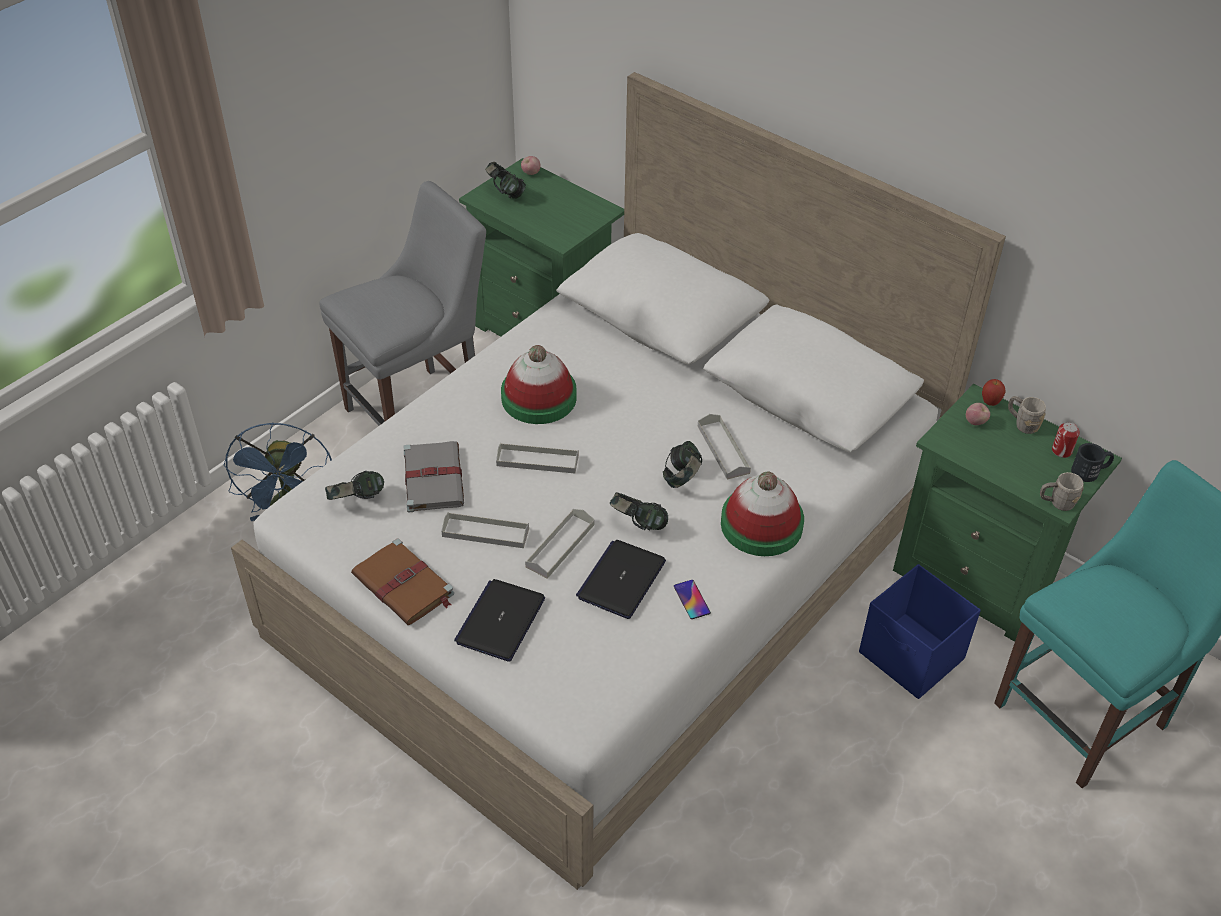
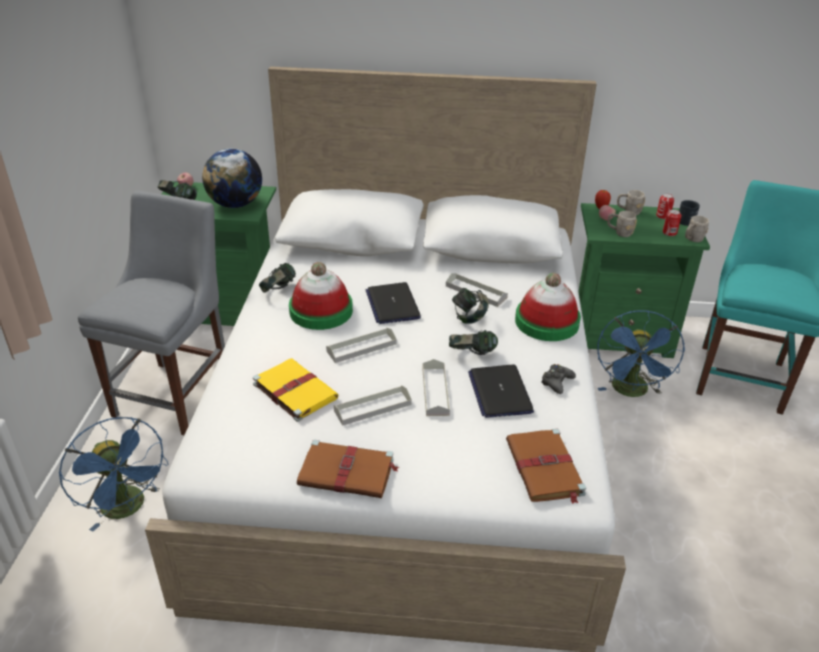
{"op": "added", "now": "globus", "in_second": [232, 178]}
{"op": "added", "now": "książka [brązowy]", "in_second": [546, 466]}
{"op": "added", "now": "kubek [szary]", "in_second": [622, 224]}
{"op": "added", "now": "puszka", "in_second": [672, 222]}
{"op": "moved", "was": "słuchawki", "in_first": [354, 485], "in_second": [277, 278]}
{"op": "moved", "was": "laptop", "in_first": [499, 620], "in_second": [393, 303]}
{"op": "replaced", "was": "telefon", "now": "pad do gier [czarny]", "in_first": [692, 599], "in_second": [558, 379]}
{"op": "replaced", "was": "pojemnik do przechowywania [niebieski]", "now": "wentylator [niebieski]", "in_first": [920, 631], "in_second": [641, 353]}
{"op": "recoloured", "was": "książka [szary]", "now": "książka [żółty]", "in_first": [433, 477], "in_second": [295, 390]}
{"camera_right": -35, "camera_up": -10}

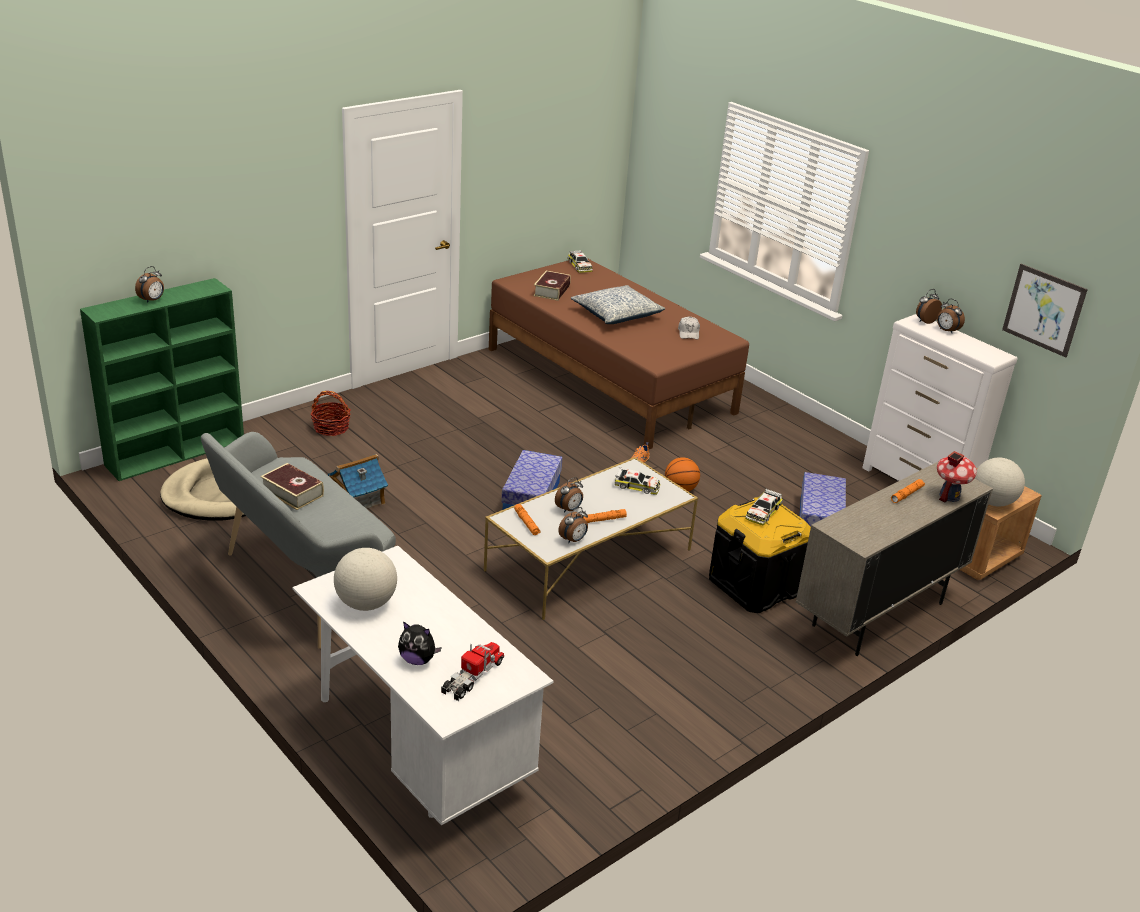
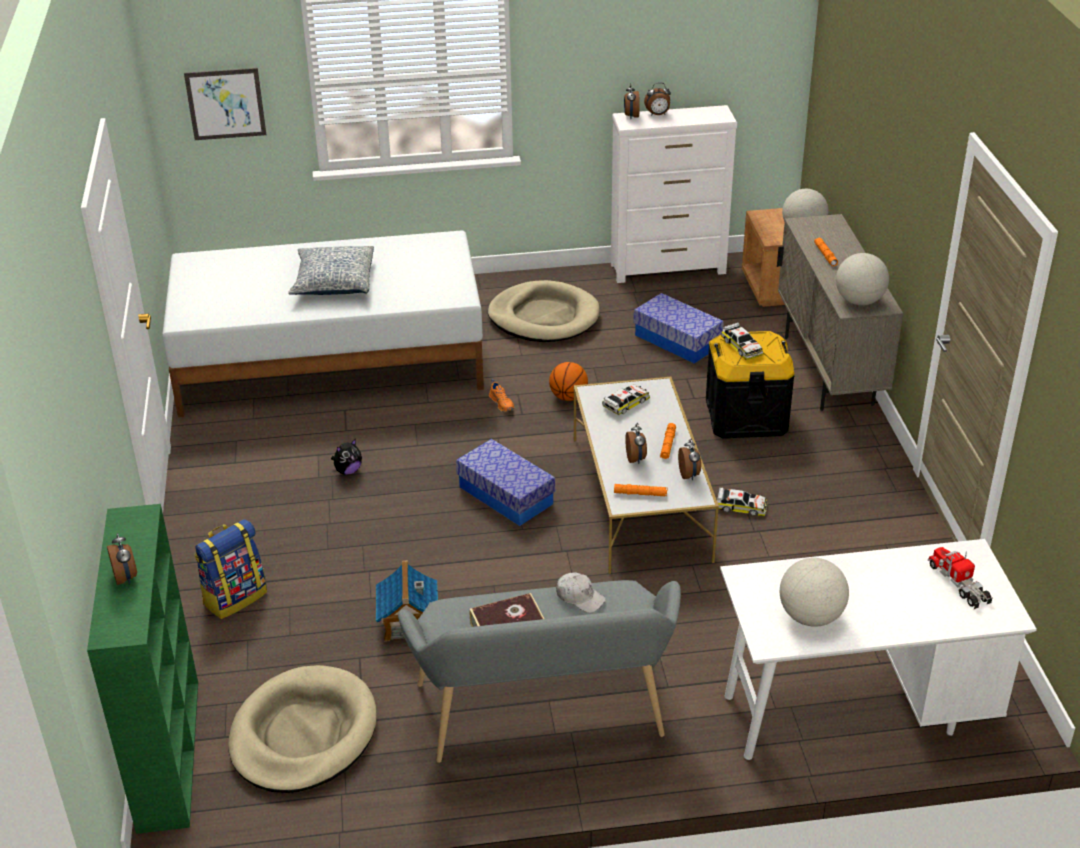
{"op": "removed", "was": "książka", "in_first": [552, 286]}
{"op": "removed", "was": "domek", "in_first": [957, 476]}
{"op": "added", "now": "legowisko [beżowy]", "in_second": [544, 311]}
{"op": "added", "now": "globus", "in_second": [862, 279]}
{"op": "moved", "was": "pluszak", "in_first": [420, 643], "in_second": [346, 457]}
{"op": "moved", "was": "samochodzik", "in_first": [580, 261], "in_second": [742, 501]}
{"op": "moved", "was": "czapka z daszkiem [biały]", "in_first": [689, 327], "in_second": [581, 592]}
{"op": "moved", "was": "obraz", "in_first": [1045, 310], "in_second": [225, 104]}
{"op": "replaced", "was": "koszyk", "now": "plecak", "in_first": [331, 413], "in_second": [230, 569]}
{"op": "recoloured", "was": "łóżko [brązowy]", "now": "łóżko [biały]", "in_first": [619, 353], "in_second": [323, 324]}
{"camera_right": -55, "camera_up": 5}

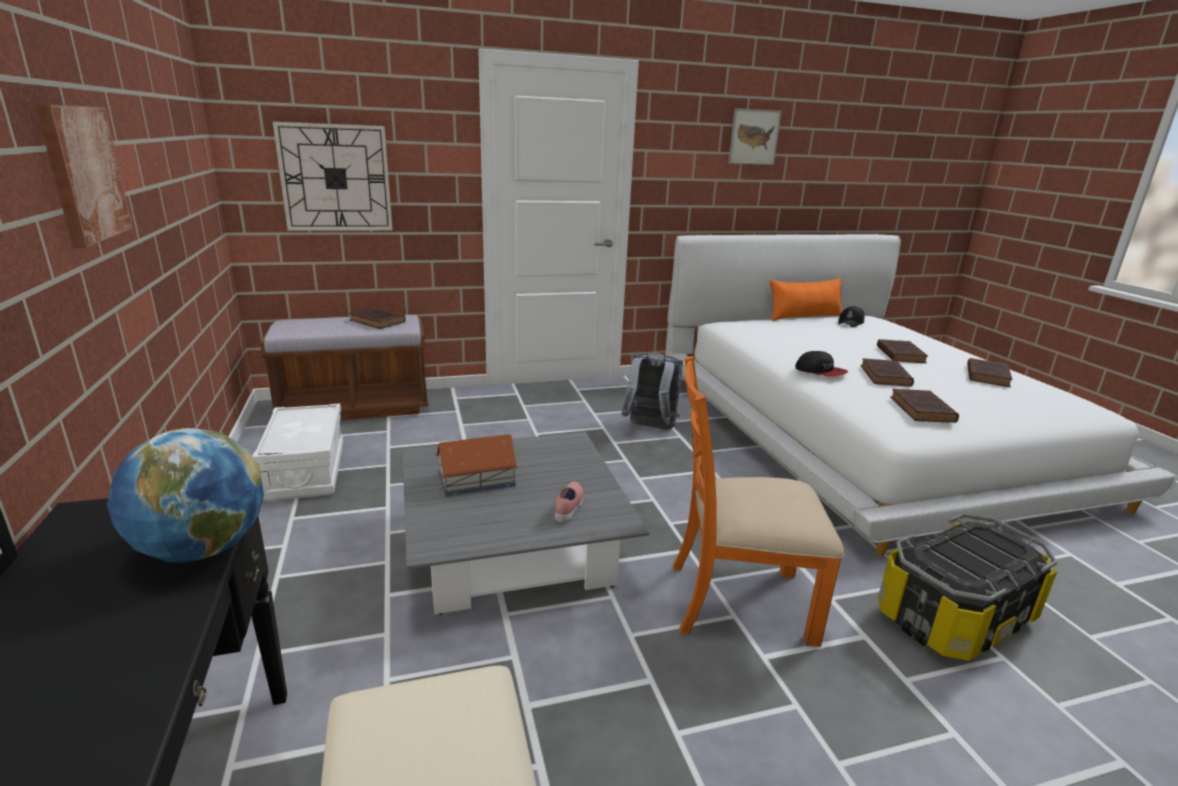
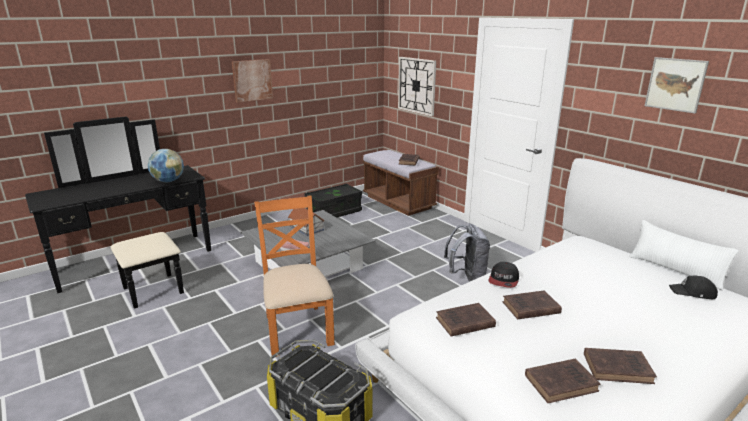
{"op": "moved", "was": "książka [brązowy]", "in_first": [902, 351], "in_second": [563, 381]}
{"op": "recoloured", "was": "pojemnik do przechowywania [biały]", "now": "pojemnik do przechowywania [czarny]", "in_first": [298, 452], "in_second": [333, 200]}
{"op": "recoloured", "was": "poduszka [pomarańczowy]", "now": "poduszka [biały]", "in_first": [806, 299], "in_second": [683, 255]}
{"camera_right": 70, "camera_up": 0}

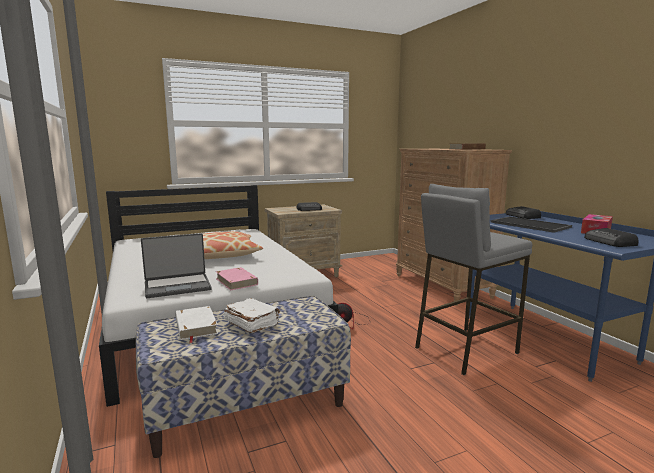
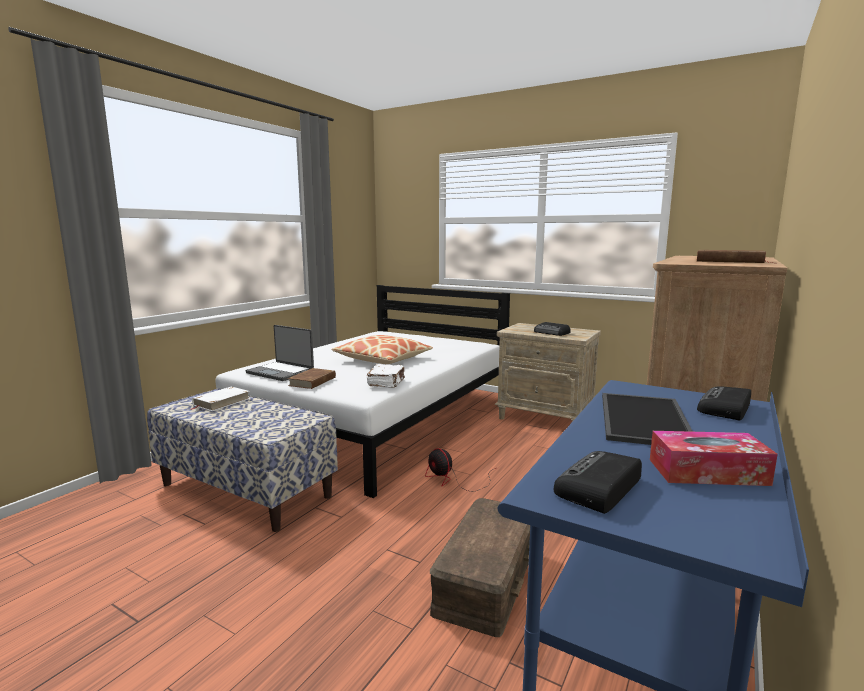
{"op": "moved", "was": "książka [biały]", "in_first": [251, 315], "in_second": [386, 376]}
{"op": "replaced", "was": "stołek [szary]", "now": "pojemnik do przechowywania [brązowy]", "in_first": [473, 279], "in_second": [480, 567]}
{"op": "recoloured", "was": "książka [różowy]", "now": "książka [brązowy]", "in_first": [237, 278], "in_second": [312, 378]}
{"camera_right": 55, "camera_up": 0}

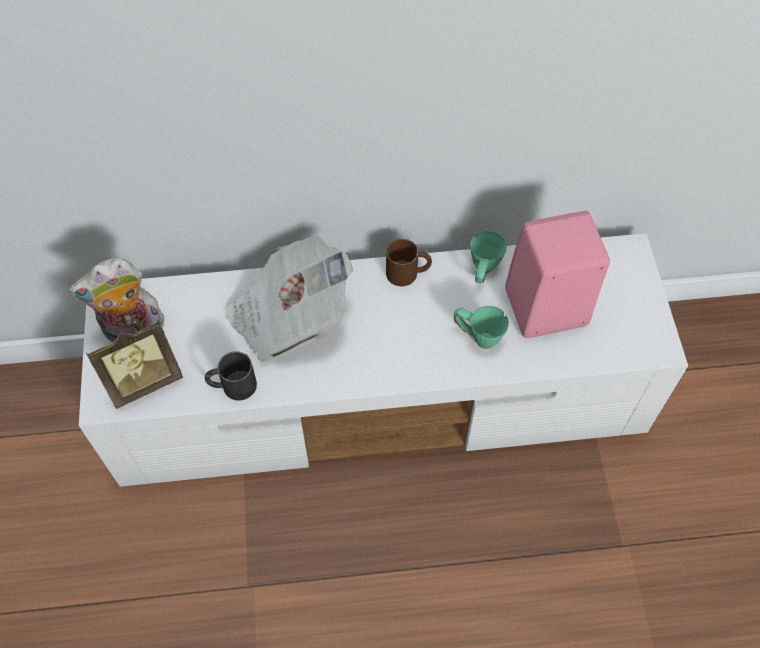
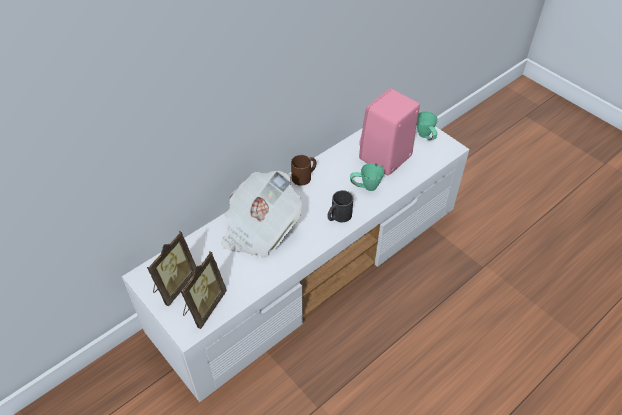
{"op": "moved", "was": "kubek [czarny]", "in_first": [231, 376], "in_second": [340, 206]}
{"op": "moved", "was": "kubek [zielony]", "in_first": [488, 257], "in_second": [427, 125]}
{"op": "replaced", "was": "pluszak", "now": "ramka na zdjęcie", "in_first": [116, 300], "in_second": [171, 269]}
{"camera_right": -35, "camera_up": -10}

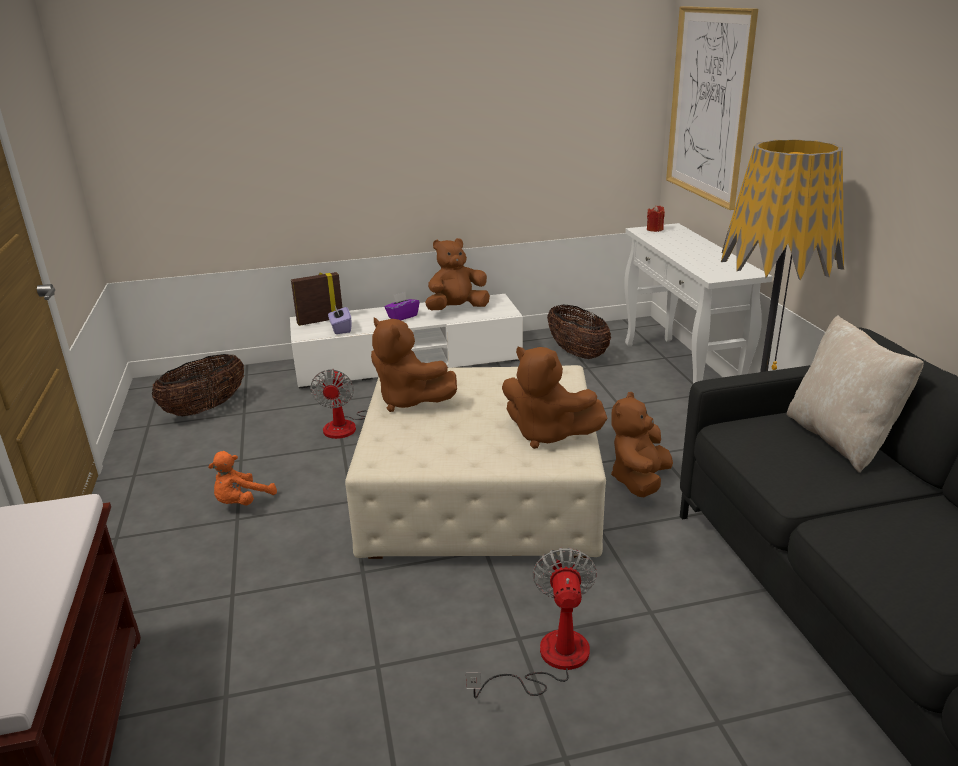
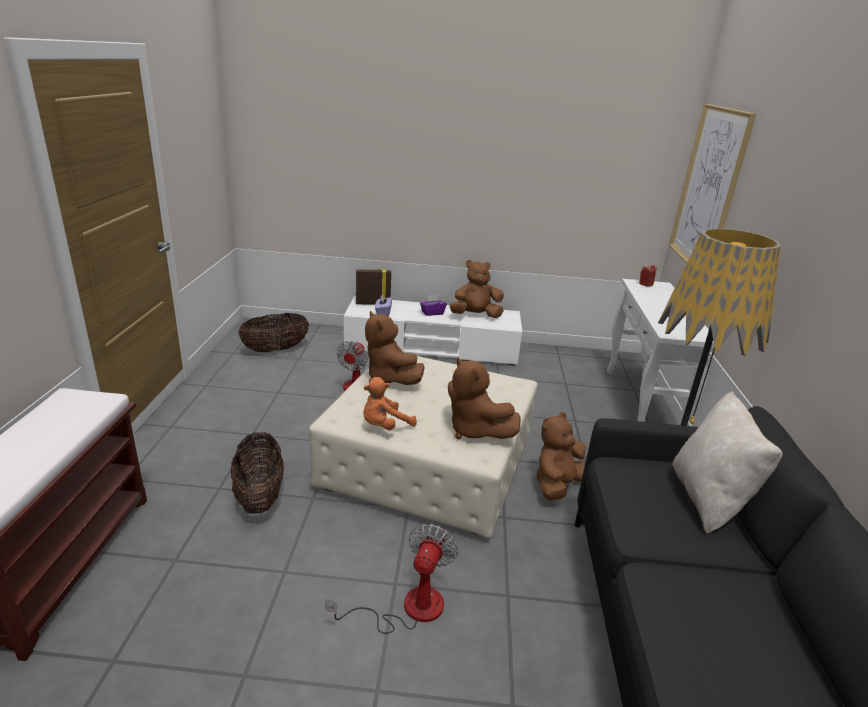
{"op": "moved", "was": "pluszak [pomarańczowy]", "in_first": [242, 478], "in_second": [390, 403]}
{"op": "moved", "was": "koszyk", "in_first": [579, 332], "in_second": [257, 472]}
{"camera_right": 15, "camera_up": 0}

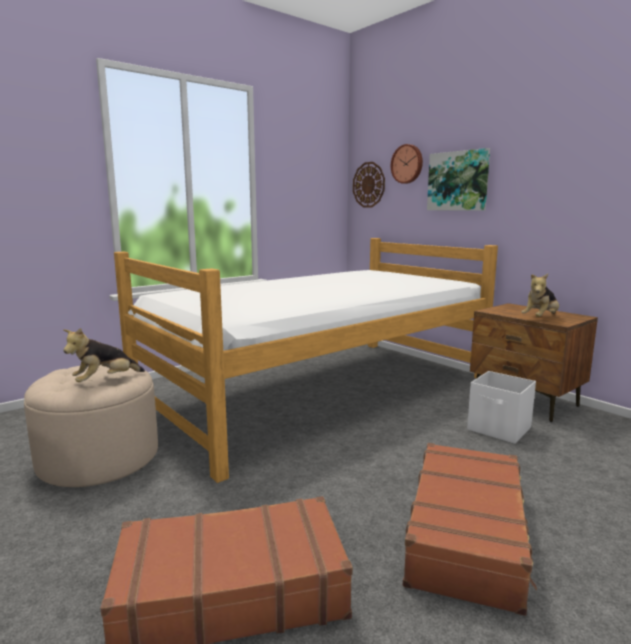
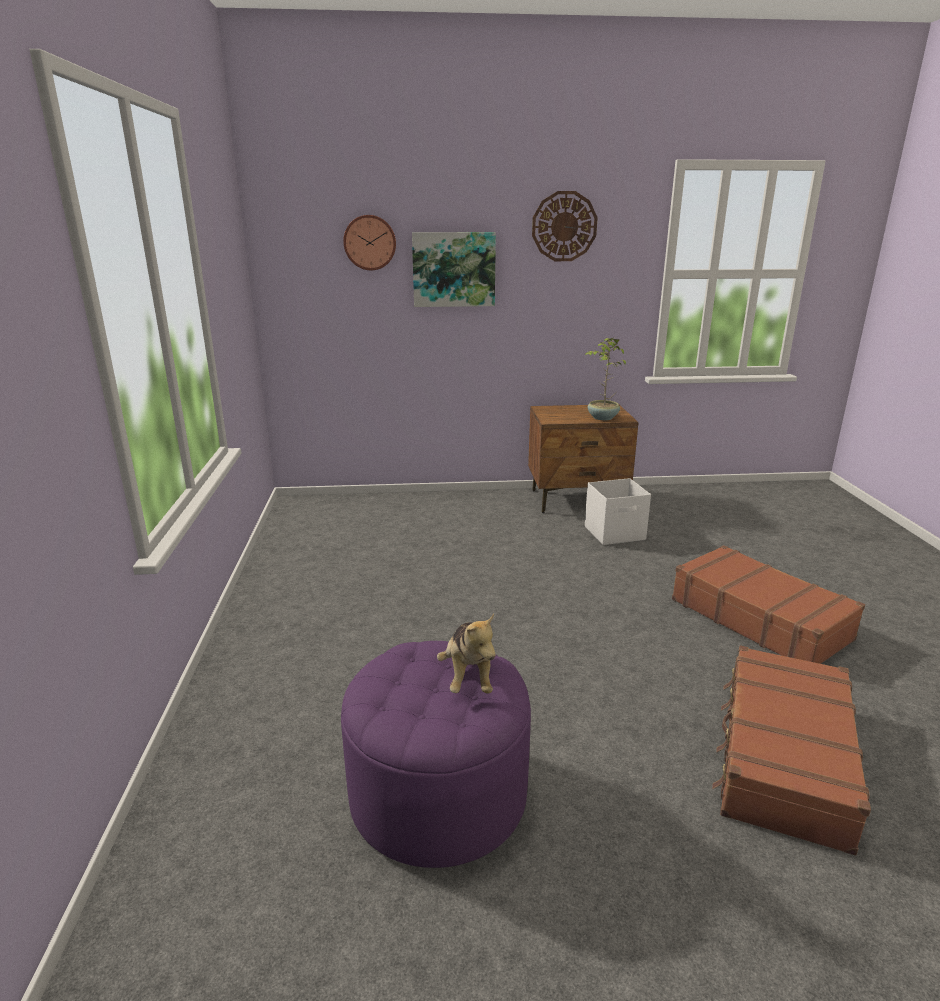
{"op": "removed", "was": "łóżko", "in_first": [306, 360]}
{"op": "moved", "was": "zegar ścienny", "in_first": [369, 185], "in_second": [565, 226]}
{"op": "replaced", "was": "pluszak", "now": "roślina doniczkowa", "in_first": [540, 295], "in_second": [605, 378]}
{"op": "recoloured", "was": "pufa [beżowy]", "now": "pufa [fioletowy]", "in_first": [91, 426], "in_second": [436, 754]}
{"camera_right": -55, "camera_up": 10}

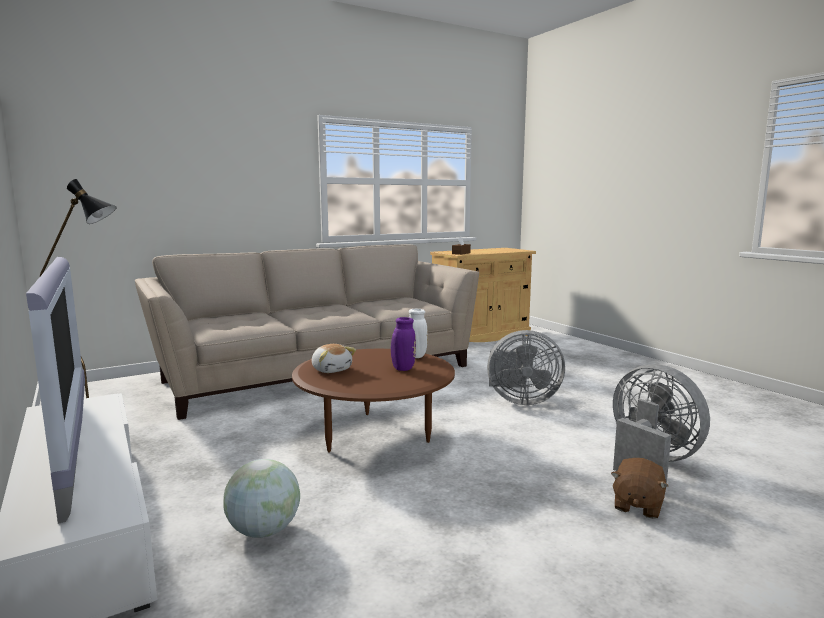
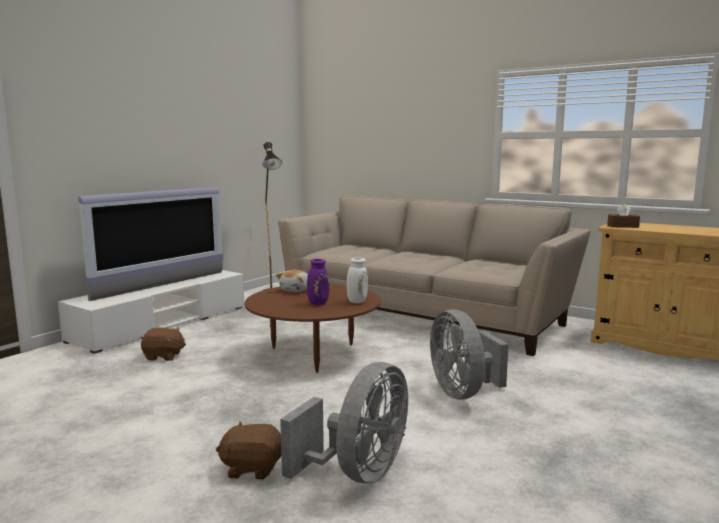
{"op": "replaced", "was": "globus", "now": "pluszak [brązowy]", "in_first": [261, 498], "in_second": [163, 344]}
{"camera_right": 65, "camera_up": 0}

